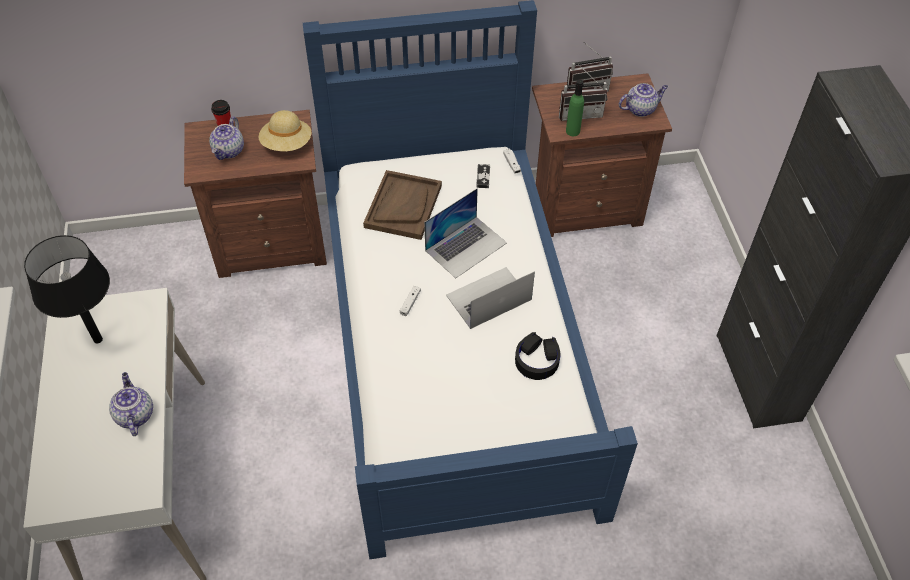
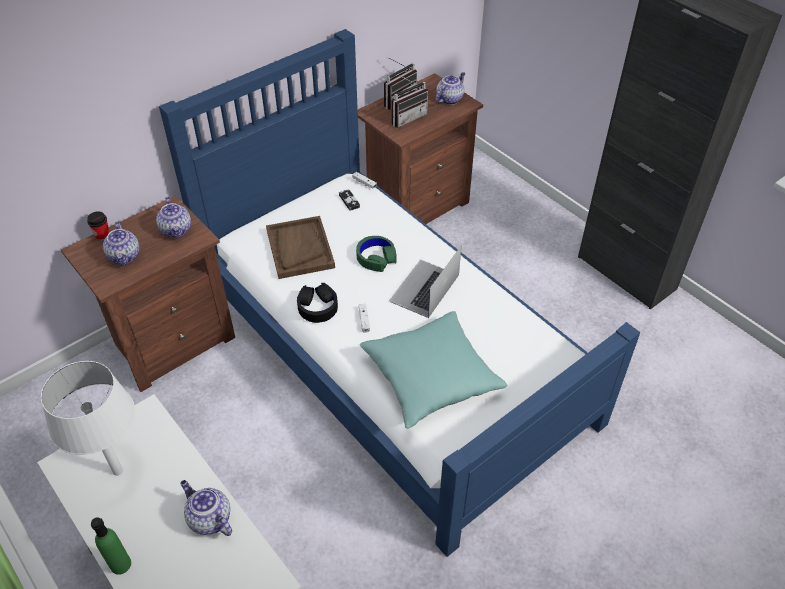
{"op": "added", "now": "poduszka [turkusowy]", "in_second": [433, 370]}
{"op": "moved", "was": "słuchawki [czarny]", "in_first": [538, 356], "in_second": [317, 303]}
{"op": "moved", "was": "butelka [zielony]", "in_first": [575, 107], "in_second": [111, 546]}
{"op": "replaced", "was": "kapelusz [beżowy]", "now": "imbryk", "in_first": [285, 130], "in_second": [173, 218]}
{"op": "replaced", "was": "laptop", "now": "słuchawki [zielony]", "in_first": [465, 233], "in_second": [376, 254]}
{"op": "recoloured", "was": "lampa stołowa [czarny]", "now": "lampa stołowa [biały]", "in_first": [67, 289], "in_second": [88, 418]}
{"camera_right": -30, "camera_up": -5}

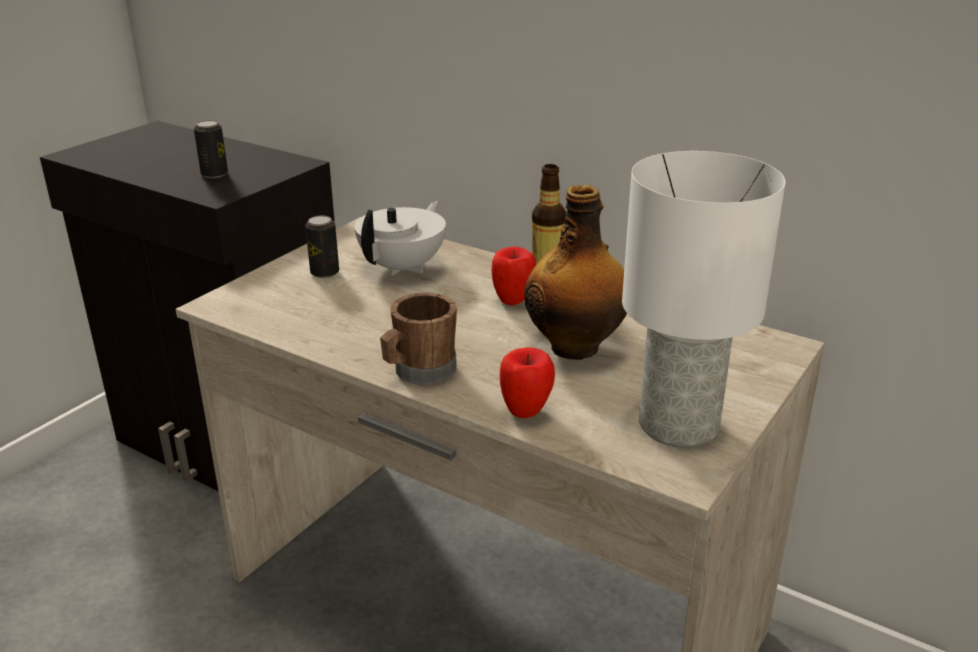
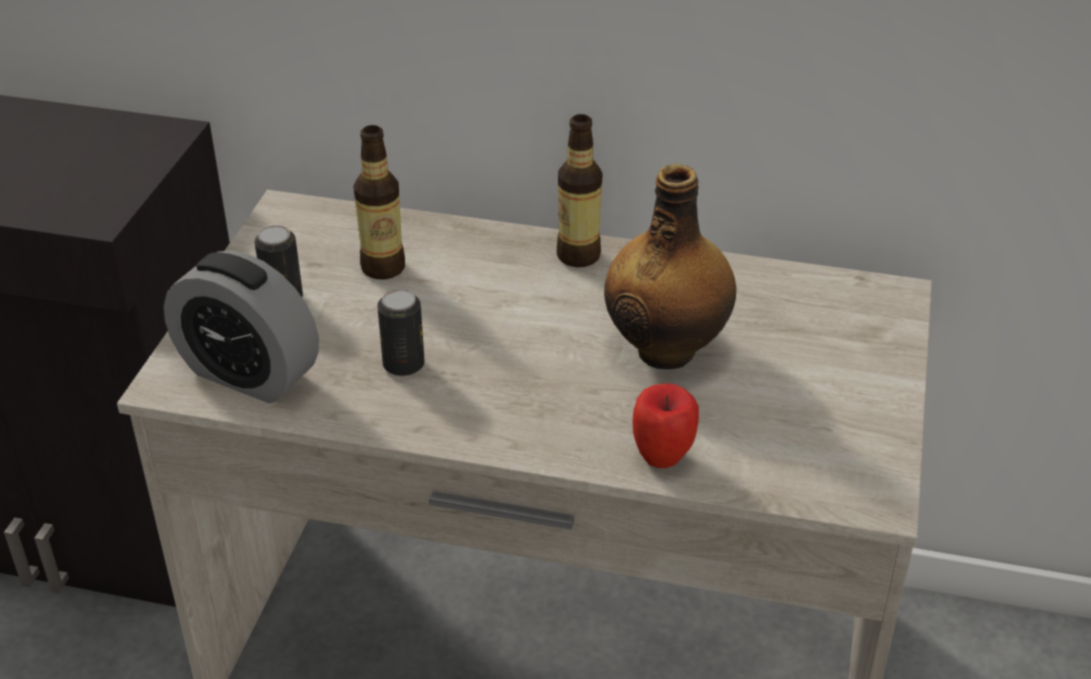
{"op": "removed", "was": "kubek [brązowy]", "in_first": [418, 339]}
{"op": "removed", "was": "jabłko", "in_first": [513, 276]}
{"op": "removed", "was": "lampa stołowa [biały]", "in_first": [704, 299]}
{"op": "added", "now": "budzik", "in_second": [241, 326]}
{"op": "moved", "was": "puszka", "in_first": [211, 149], "in_second": [401, 332]}
{"op": "replaced", "was": "imbryk [biały]", "now": "butelka", "in_first": [400, 238], "in_second": [379, 202]}
{"camera_right": -20, "camera_up": 10}

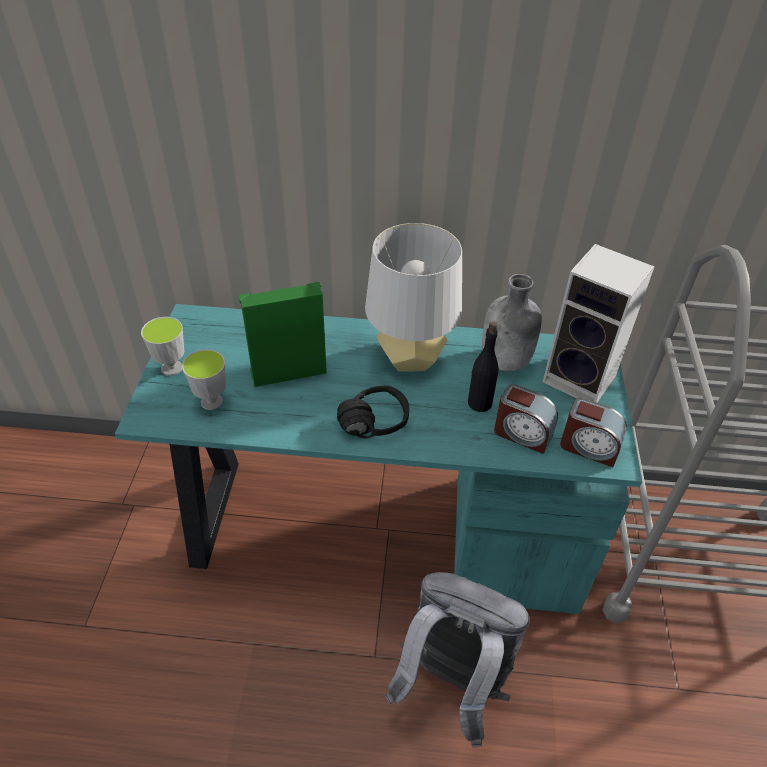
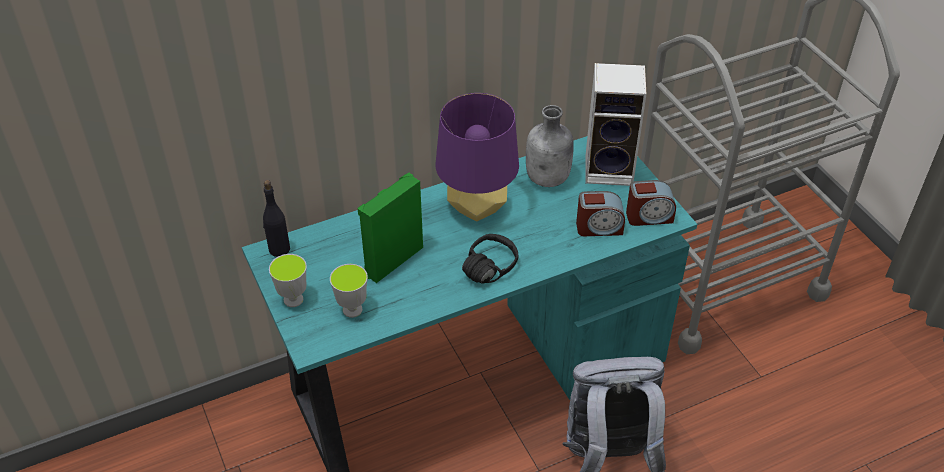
{"op": "moved", "was": "butelka [czarny]", "in_first": [483, 366], "in_second": [276, 218]}
{"op": "recoloured", "was": "lampa stołowa [szary]", "now": "lampa stołowa [fioletowy]", "in_first": [413, 297], "in_second": [477, 157]}
{"camera_right": -30, "camera_up": 0}

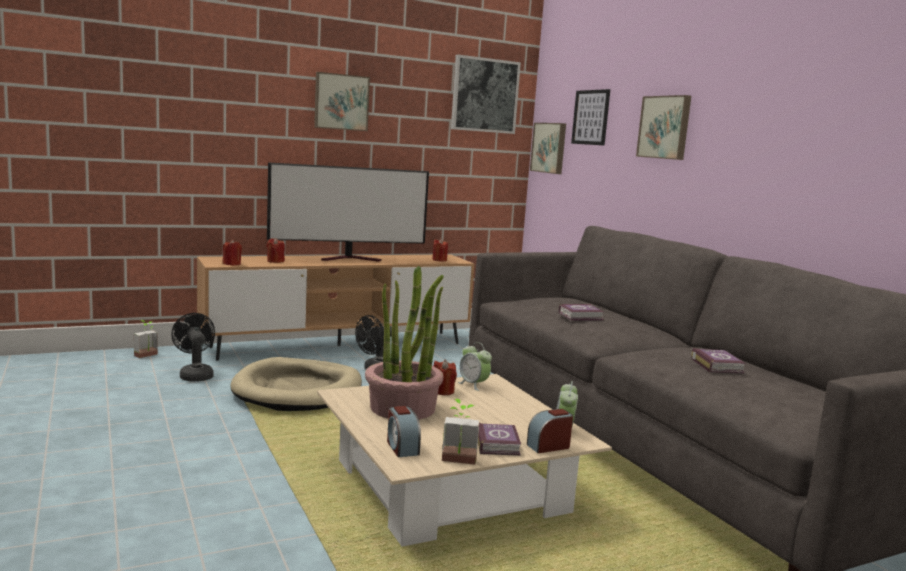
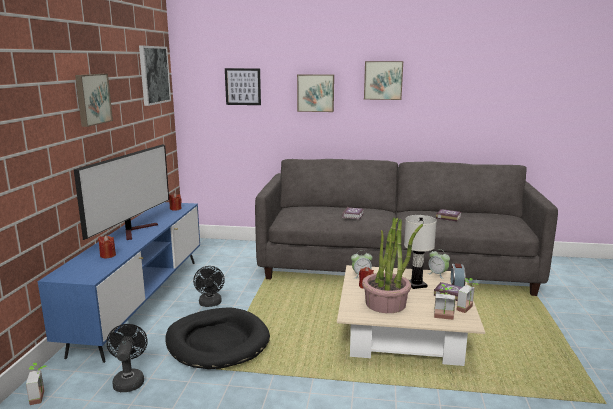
{"op": "removed", "was": "świeca [czerwony]", "in_first": [232, 252]}
{"op": "added", "now": "lampa stołowa [biały]", "in_second": [420, 252]}
{"op": "moved", "was": "obraz", "in_first": [548, 148], "in_second": [383, 80]}
{"op": "replaced", "was": "budzik", "now": "roślina doniczkowa", "in_first": [404, 431], "in_second": [444, 302]}
{"op": "recoloured", "was": "szafka pod telewizor [brązowy]", "now": "szafka pod telewizor [niebieski]", "in_first": [335, 307], "in_second": [119, 282]}
{"op": "recoloured", "was": "legowisko [beżowy]", "now": "legowisko [czarny]", "in_first": [296, 384], "in_second": [218, 338]}
{"op": "turned", "was": "wentylator [czarny]", "in_first": [193, 347], "in_second": [127, 358], "clockwise": 75}
{"camera_right": -55, "camera_up": 5}

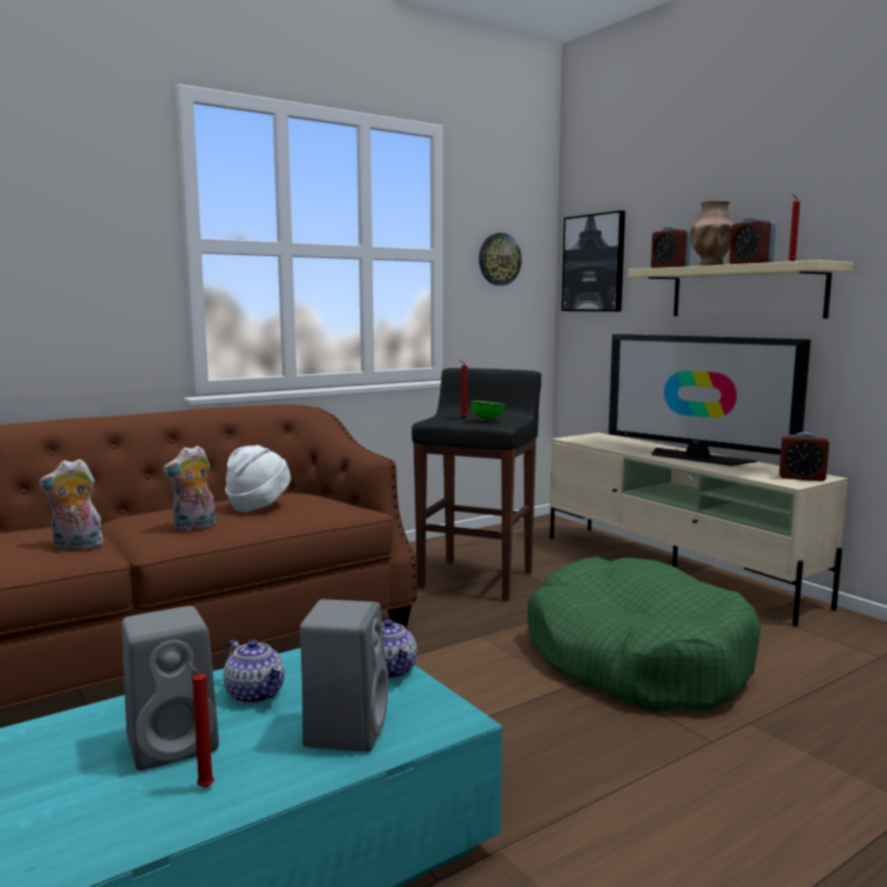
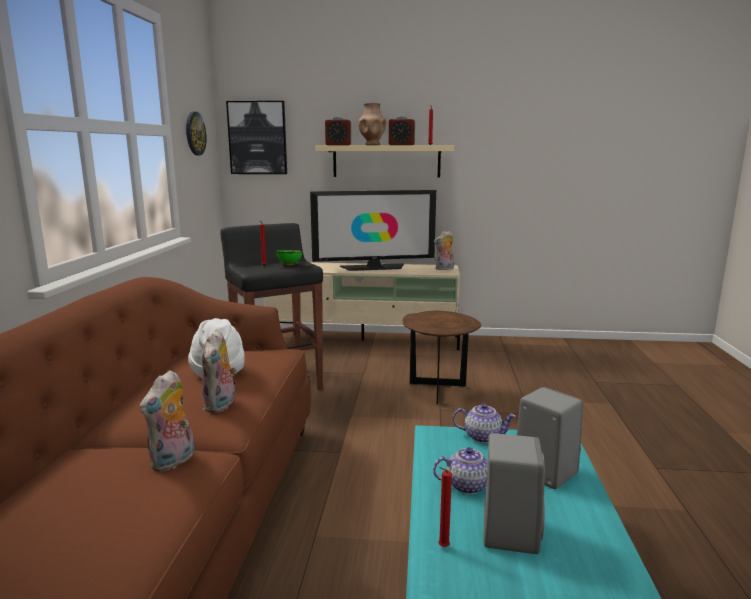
{"op": "moved", "was": "świeca [czerwony]", "in_first": [200, 724], "in_second": [445, 507]}
{"op": "replaced", "was": "legowisko [zielony]", "now": "stolik [brązowy]", "in_first": [644, 634], "in_second": [441, 358]}
{"op": "replaced", "was": "budzik", "now": "pluszak", "in_first": [804, 456], "in_second": [444, 250]}
{"camera_right": -50, "camera_up": 5}

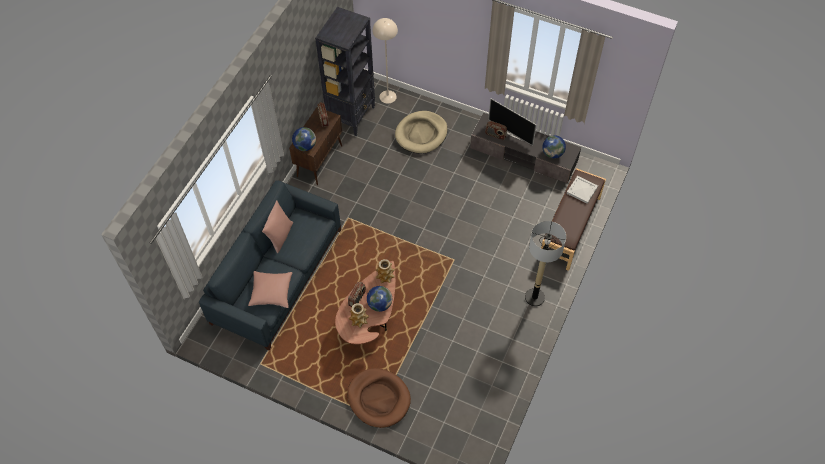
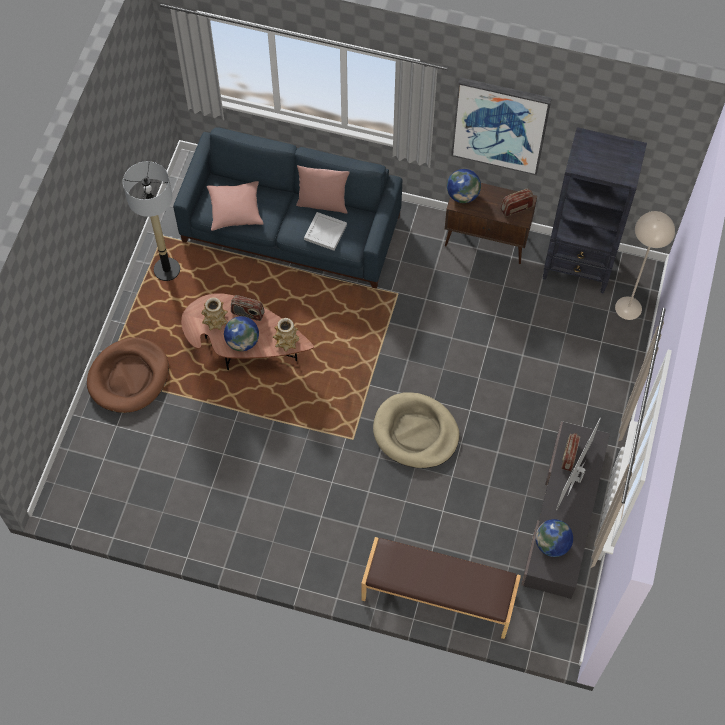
{"op": "added", "now": "obraz", "in_second": [501, 126]}
{"op": "moved", "was": "legowisko [beżowy]", "in_first": [421, 132], "in_second": [416, 430]}
{"op": "moved", "was": "lampa stojąca", "in_first": [545, 264], "in_second": [151, 221]}
{"op": "moved", "was": "taca [biały]", "in_first": [582, 190], "in_second": [325, 231]}
{"camera_right": 80, "camera_up": 5}

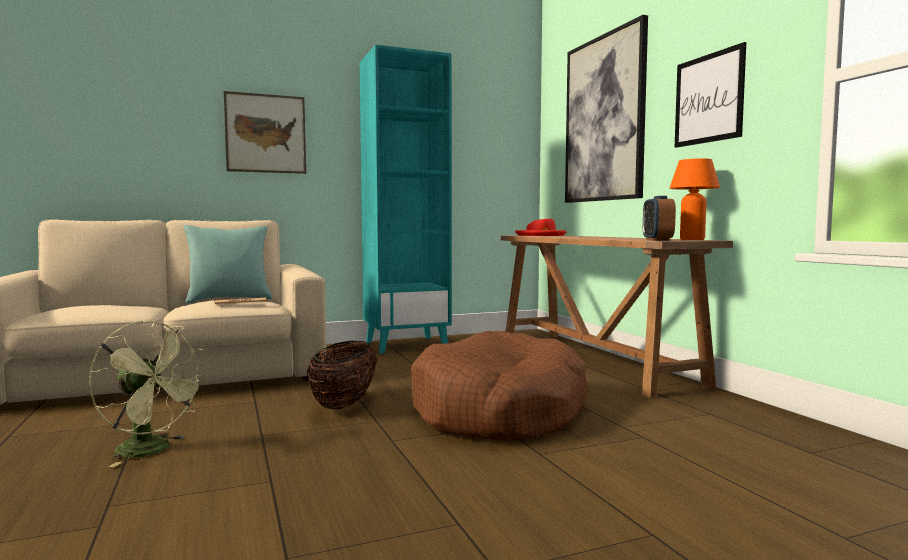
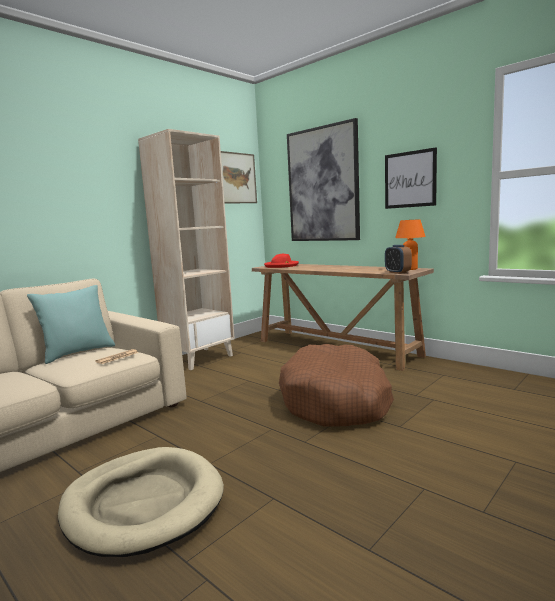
{"op": "removed", "was": "koszyk", "in_first": [342, 375]}
{"op": "moved", "was": "obraz", "in_first": [265, 132], "in_second": [239, 177]}
{"op": "replaced", "was": "wentylator [zielony]", "now": "legowisko [beżowy]", "in_first": [148, 393], "in_second": [141, 502]}
{"op": "recoloured", "was": "regał [turkusowy]", "now": "regał [beżowy]", "in_first": [405, 199], "in_second": [186, 249]}
{"camera_right": -25, "camera_up": 5}

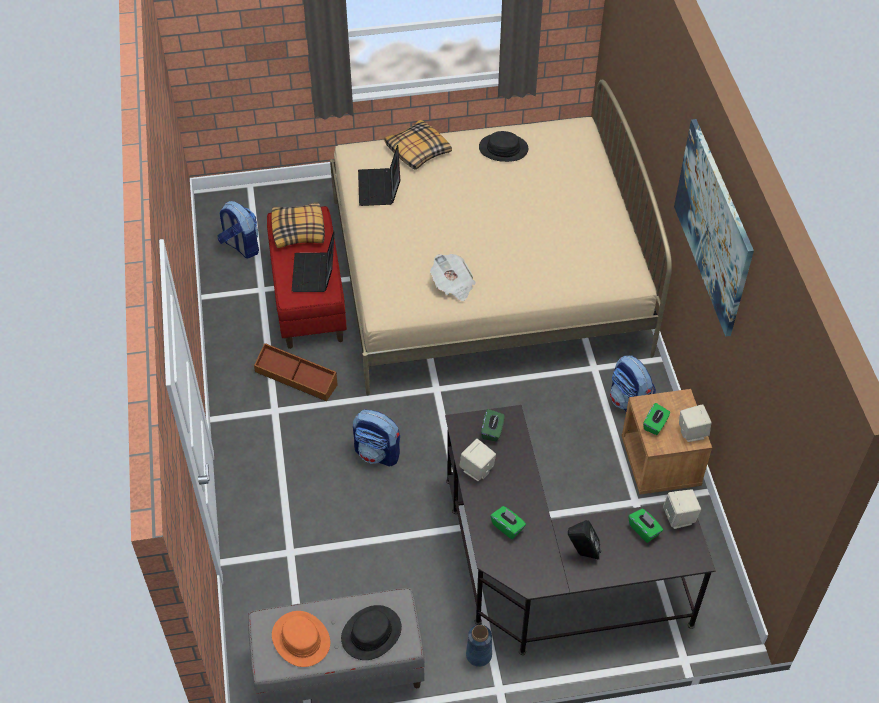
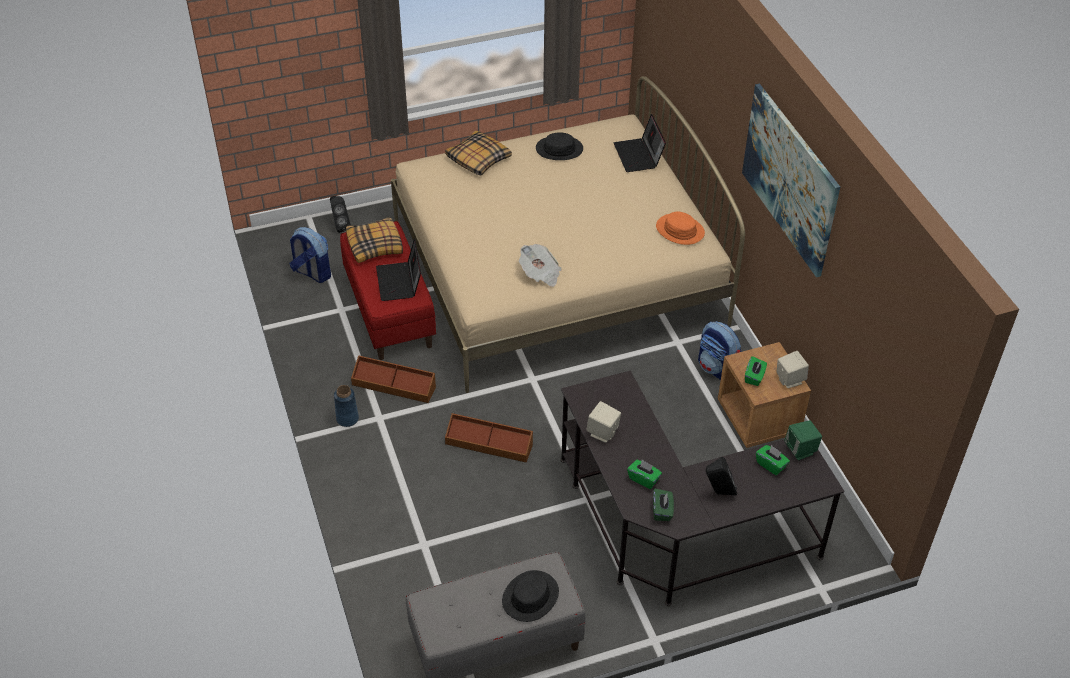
{"op": "added", "now": "głośnik [czarny]", "in_second": [340, 214]}
{"op": "moved", "was": "kapelusz [pomarańczowy]", "in_first": [301, 639], "in_second": [680, 228]}
{"op": "moved", "was": "laptop", "in_first": [379, 175], "in_second": [640, 143]}
{"op": "moved", "was": "wazon [niebieski]", "in_first": [479, 646], "in_second": [346, 406]}
{"op": "moved", "was": "pudełko chusteczek [zielony]", "in_first": [493, 425], "in_second": [663, 505]}
{"op": "replaced", "was": "plecak", "now": "pojemnik do przechowywania [brązowy]", "in_first": [376, 438], "in_second": [489, 437]}
{"op": "recoloured", "was": "głośnik [beżowy]", "now": "głośnik [zielony]", "in_first": [682, 509], "in_second": [803, 440]}
{"camera_right": -10, "camera_up": -5}

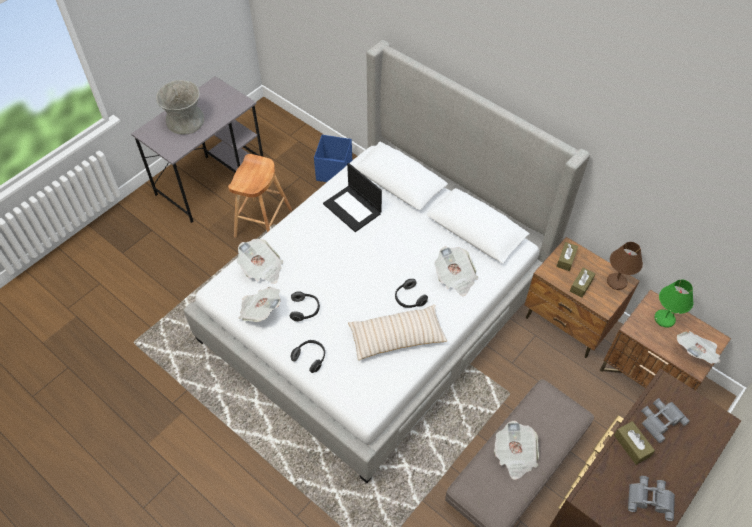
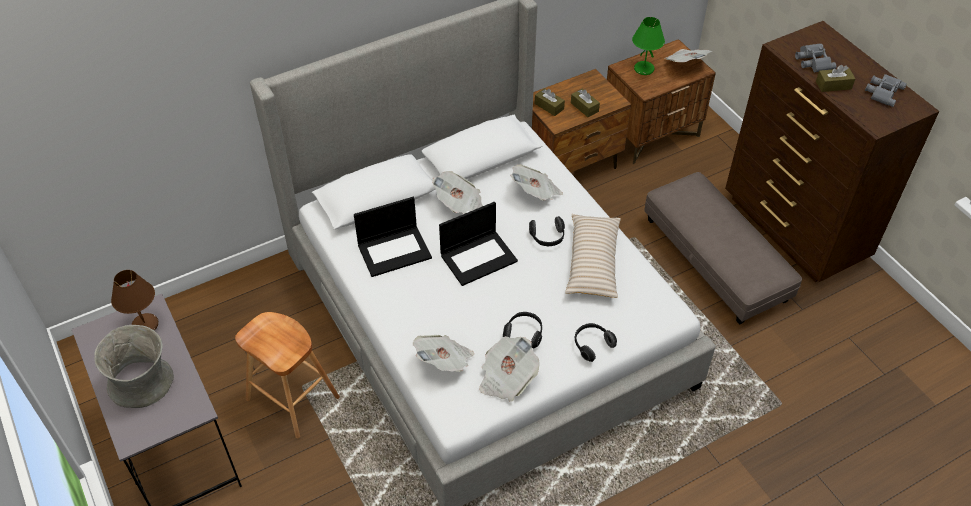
{"op": "removed", "was": "pojemnik do przechowywania [niebieski]", "in_first": [333, 158]}
{"op": "added", "now": "laptop", "in_second": [478, 244]}
{"op": "moved", "was": "gazeta", "in_first": [516, 450], "in_second": [457, 192]}
{"op": "moved", "was": "lampa stołowa [brązowy]", "in_first": [625, 266], "in_second": [135, 300]}
{"camera_right": -70, "camera_up": -5}

